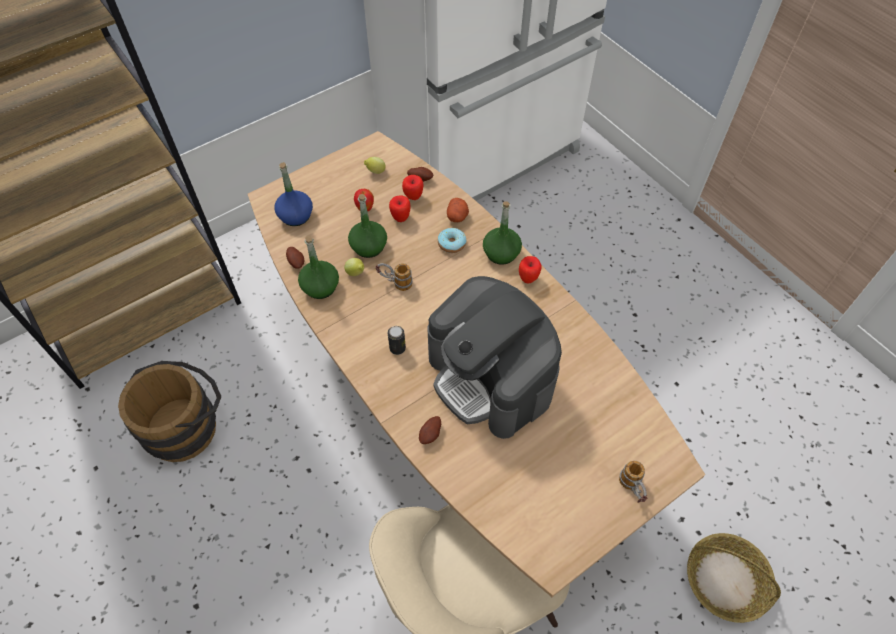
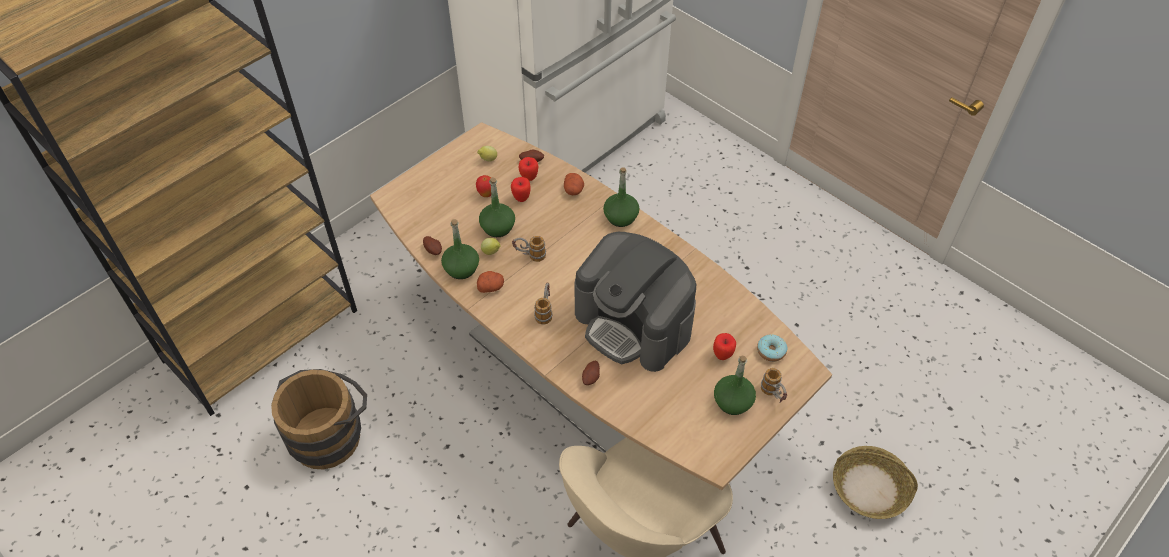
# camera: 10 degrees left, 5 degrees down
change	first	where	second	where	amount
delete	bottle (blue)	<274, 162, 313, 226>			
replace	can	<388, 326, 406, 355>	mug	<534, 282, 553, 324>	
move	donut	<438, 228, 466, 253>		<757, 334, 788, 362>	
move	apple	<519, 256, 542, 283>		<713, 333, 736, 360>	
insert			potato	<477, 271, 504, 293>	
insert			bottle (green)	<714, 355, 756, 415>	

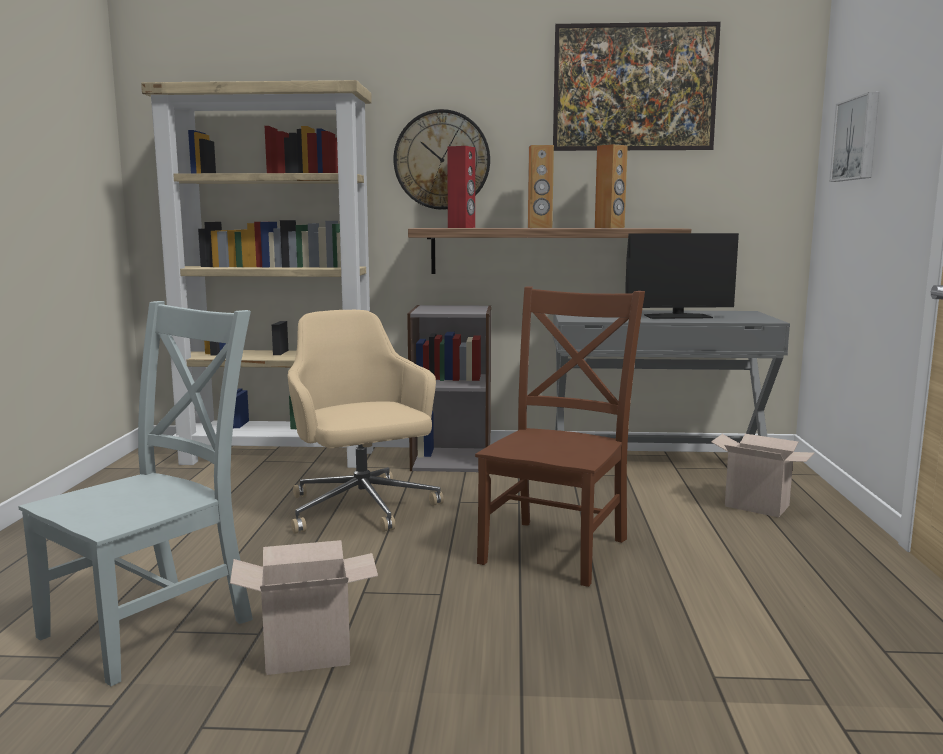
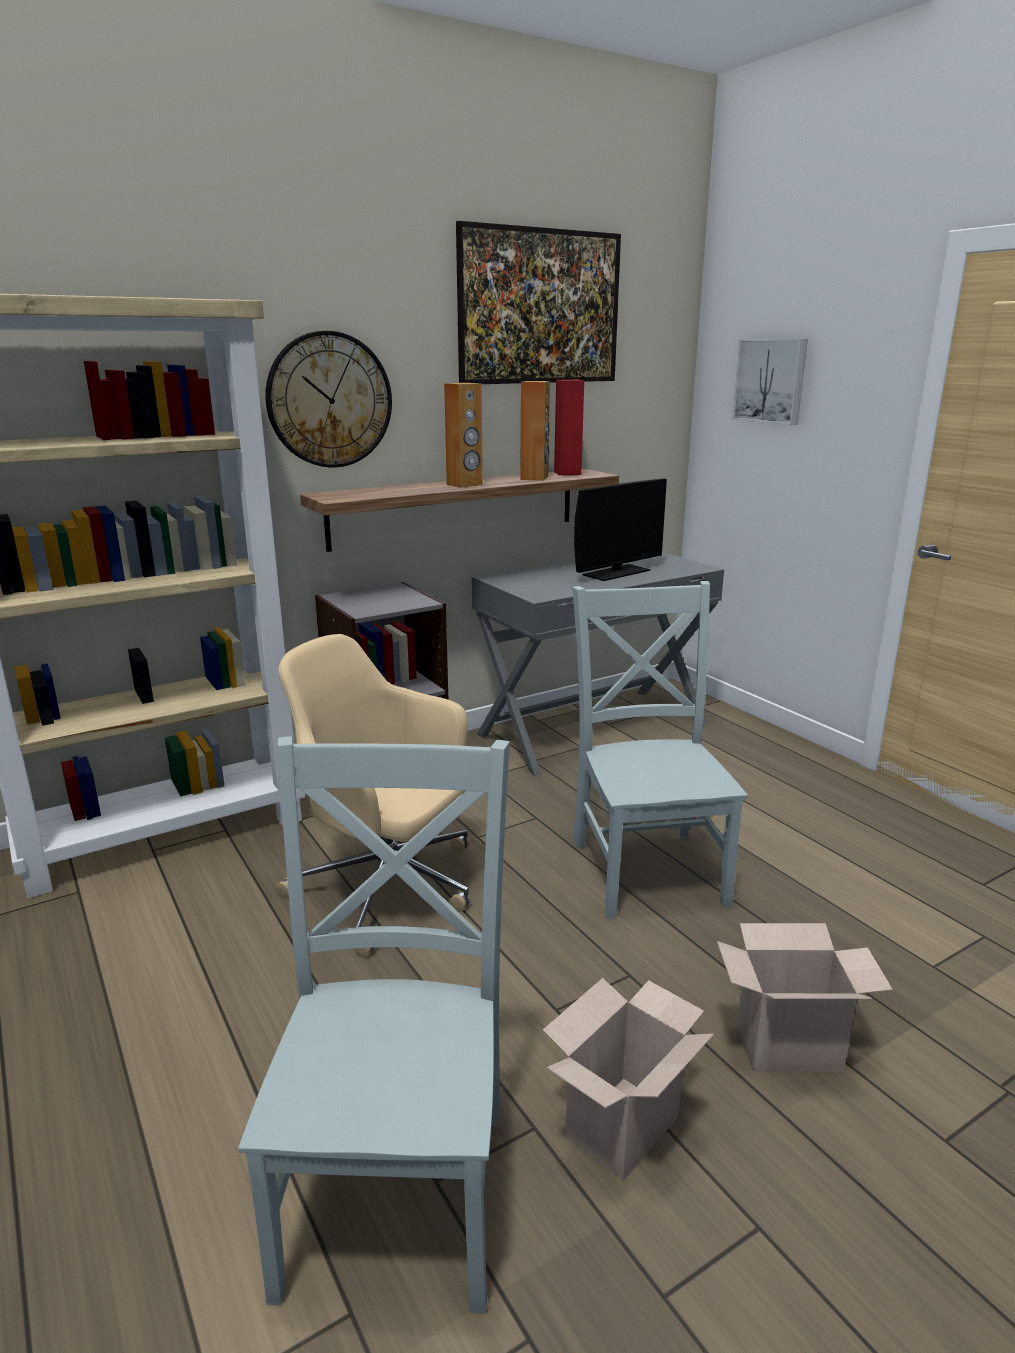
# camera: 35 degrees left, 10 degrees up
change	first	where	second	where	amount
move	speaker (red)	<447, 146, 475, 228>		<554, 380, 584, 475>	
recolor	chair (brown)	<475, 286, 645, 587>	chair (grey)	<572, 581, 748, 919>	
move	cardboard box	<711, 434, 814, 517>		<717, 923, 893, 1072>	

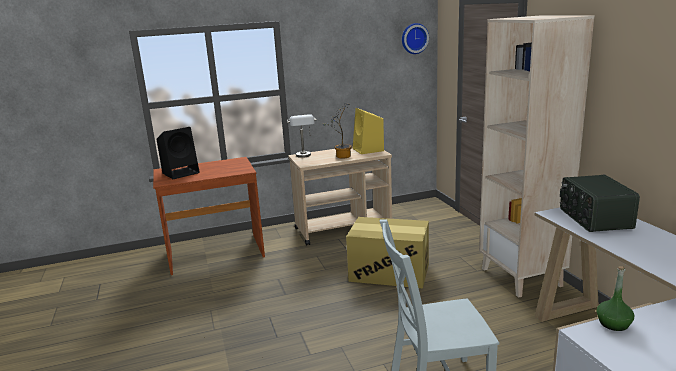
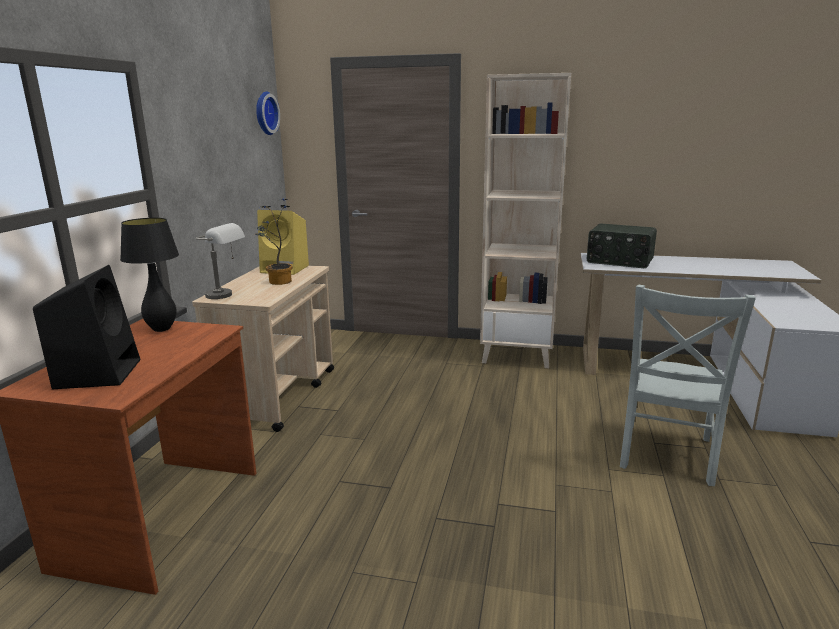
# camera: 60 degrees left, 0 degrees up
change	first	where	second	where	amount
delete	cardboard box	<346, 217, 429, 288>			
delete	bottle (green)	<597, 266, 634, 331>			
insert			table lamp (black)	<120, 218, 179, 332>	

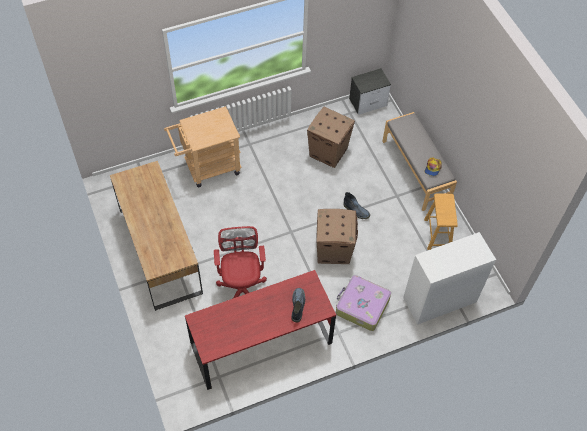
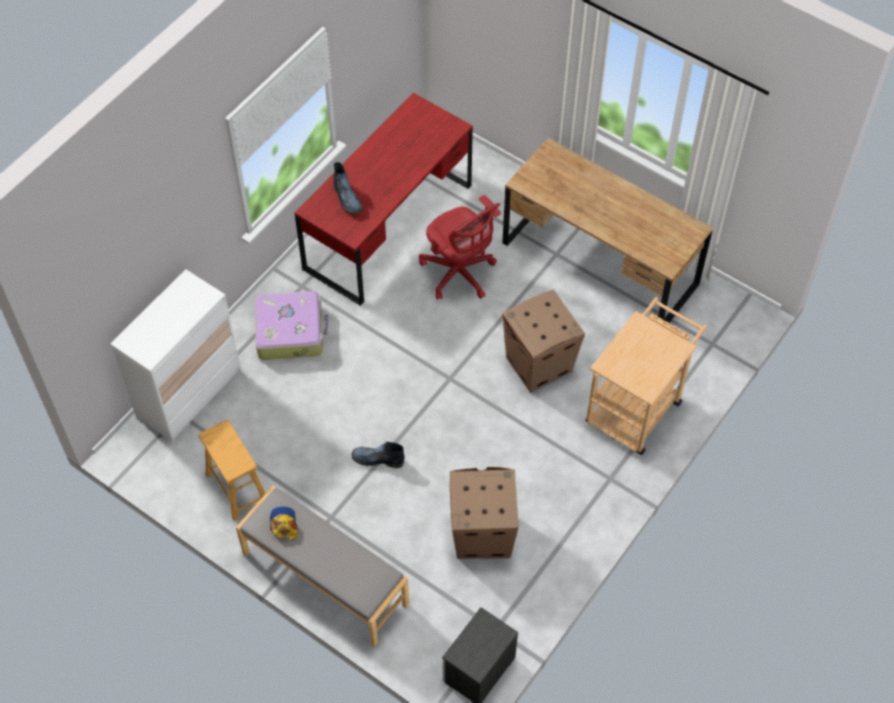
# camera: 150 degrees right, 0 degrees up
change	first	where	second	where	amount
move	cardboard box	<317, 209, 358, 264>		<502, 290, 585, 393>	

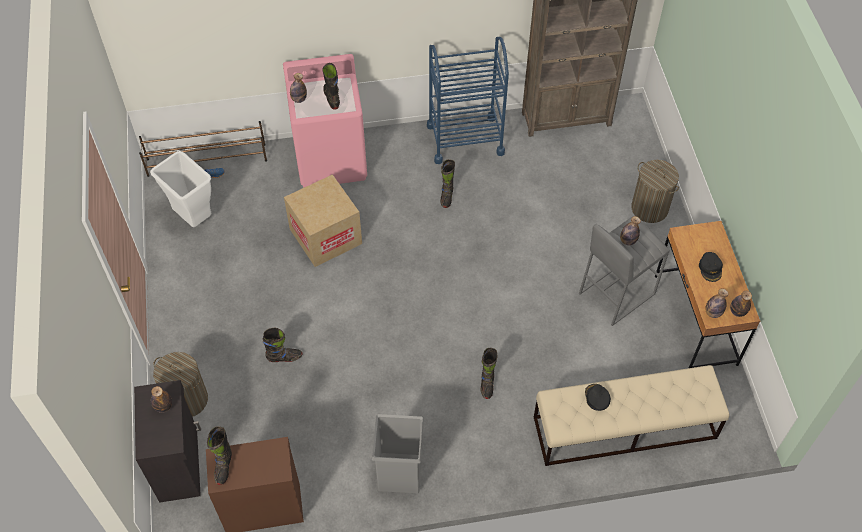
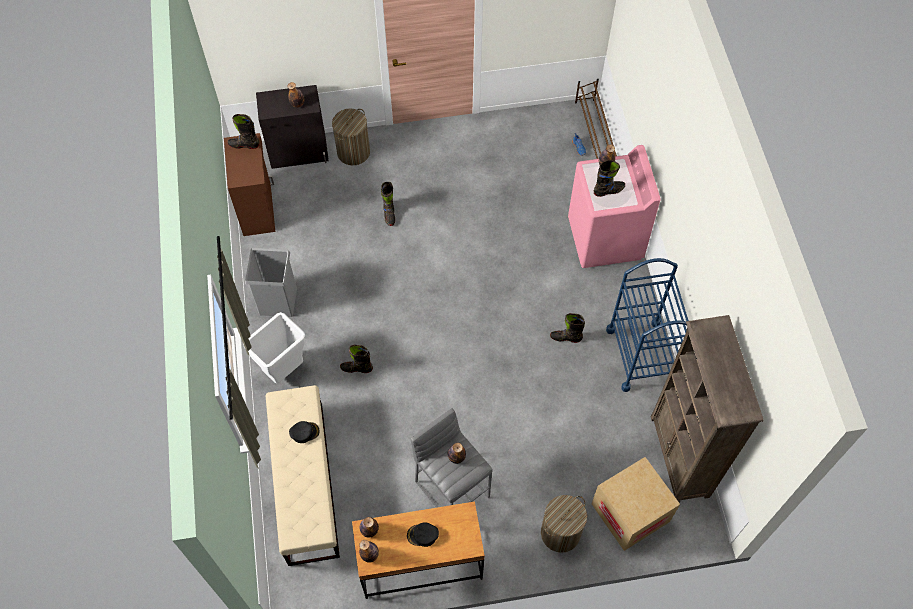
# camera: 90 degrees right, 5 degrees up
change	first	where	second	where	amount
move	trash can (white)	<150, 151, 211, 227>		<243, 312, 305, 384>	
move	cardboard box	<284, 174, 362, 267>		<592, 457, 680, 551>	

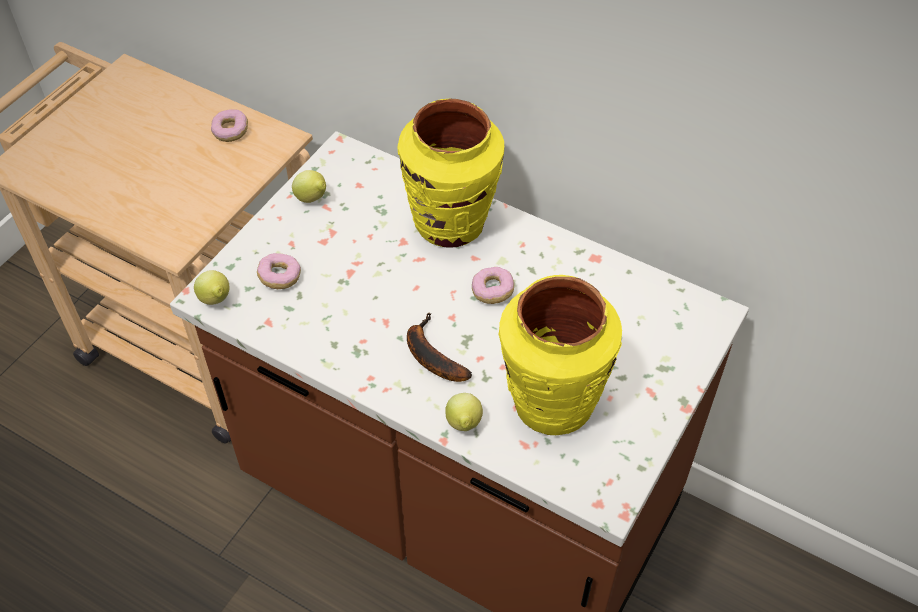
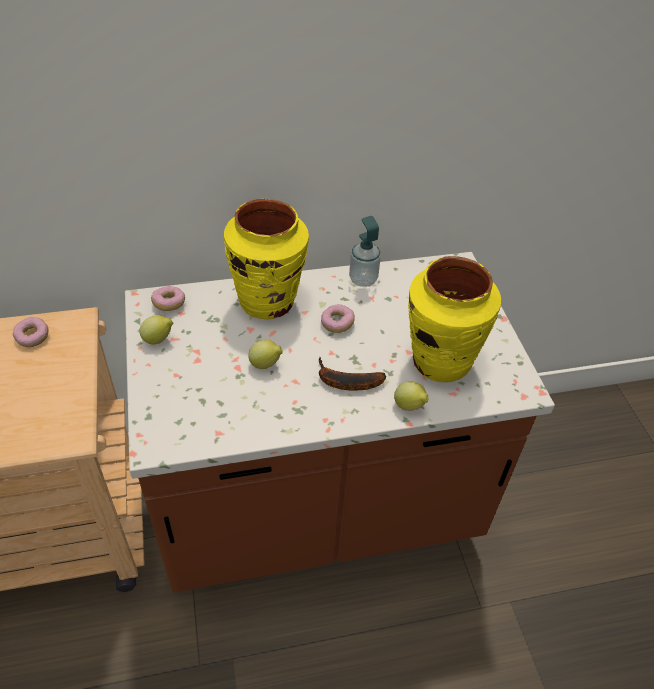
# camera: 45 degrees left, 5 degrees down
change	first	where	second	where	amount
move	lemon	<194, 270, 230, 305>		<248, 340, 283, 369>	
move	donut	<257, 253, 301, 289>		<151, 286, 185, 311>	
insert			soap dispenser	<349, 216, 381, 287>	

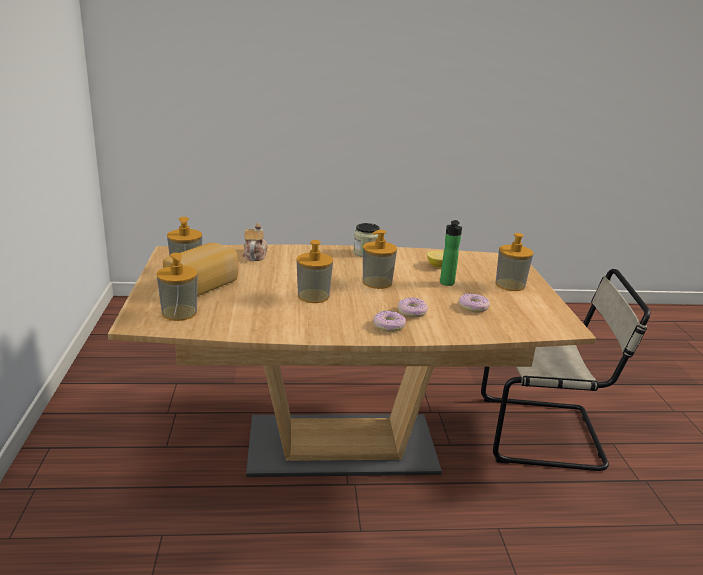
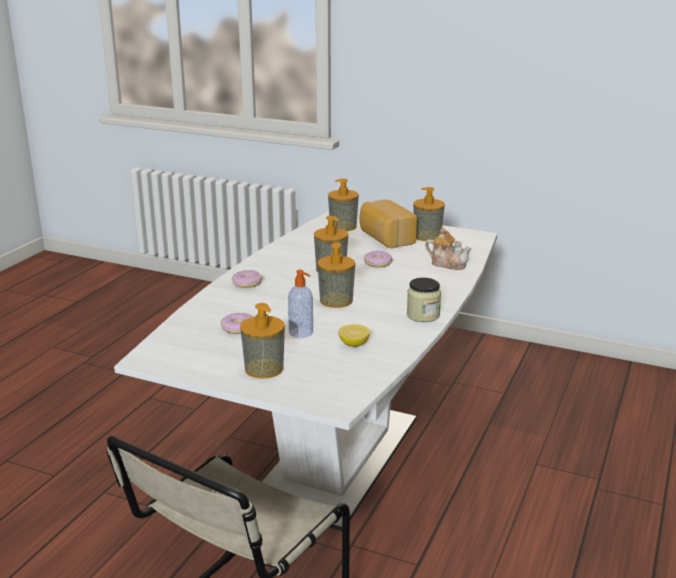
# camera: 120 degrees right, 0 degrees up
change	first	where	second	where	amount
recolor	dining table (brown)	<108, 245, 596, 477>	dining table (white)	<114, 211, 497, 531>	
move	donut	<397, 297, 428, 318>		<364, 251, 393, 268>	
replace	bottle	<440, 220, 462, 286>	soap dispenser	<288, 270, 313, 338>	

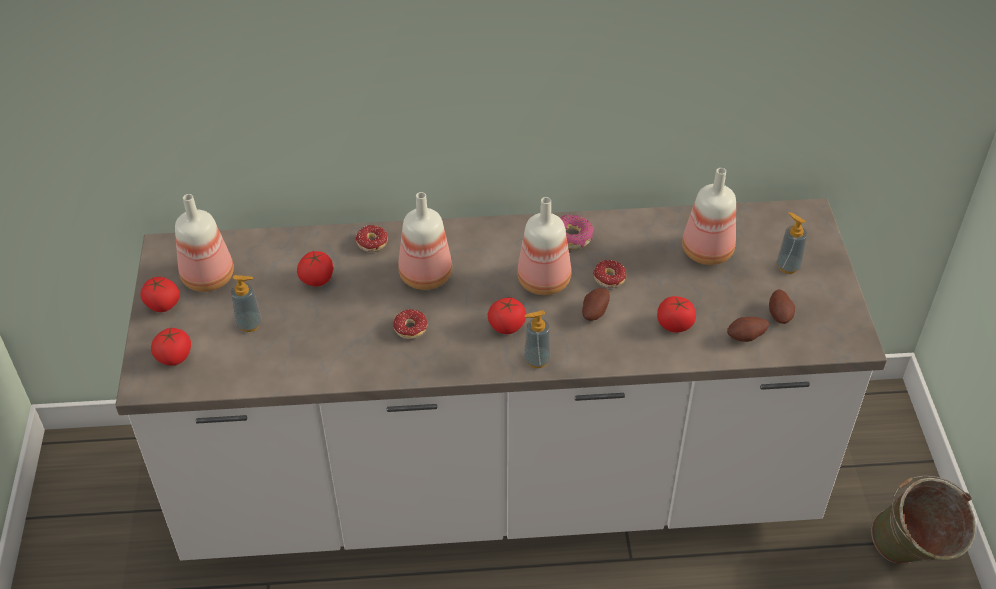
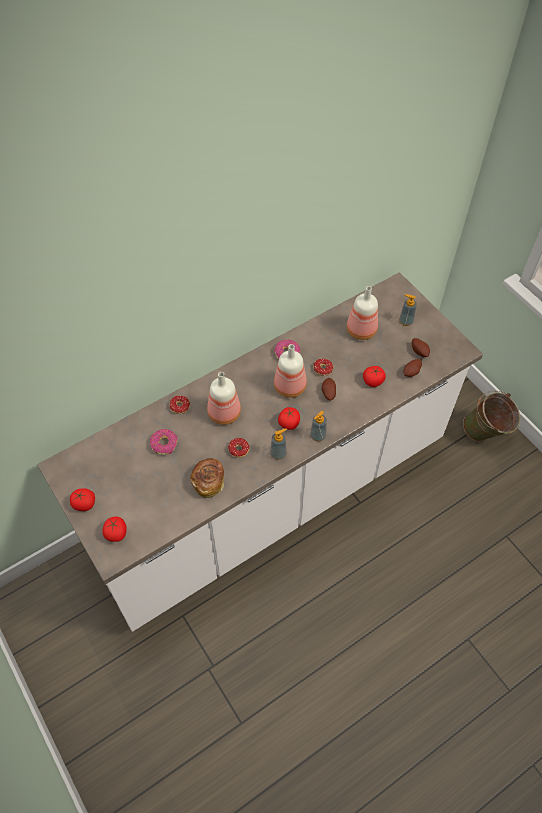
# camera: 30 degrees left, 10 degrees up
change	first	where	second	where	amount
delete	bottle	<175, 194, 234, 292>			
move	soap dispenser	<231, 275, 262, 332>		<270, 428, 287, 460>	
replace	tomato	<297, 251, 333, 287>	donut	<150, 429, 177, 455>	
insert			bread	<191, 458, 224, 498>	

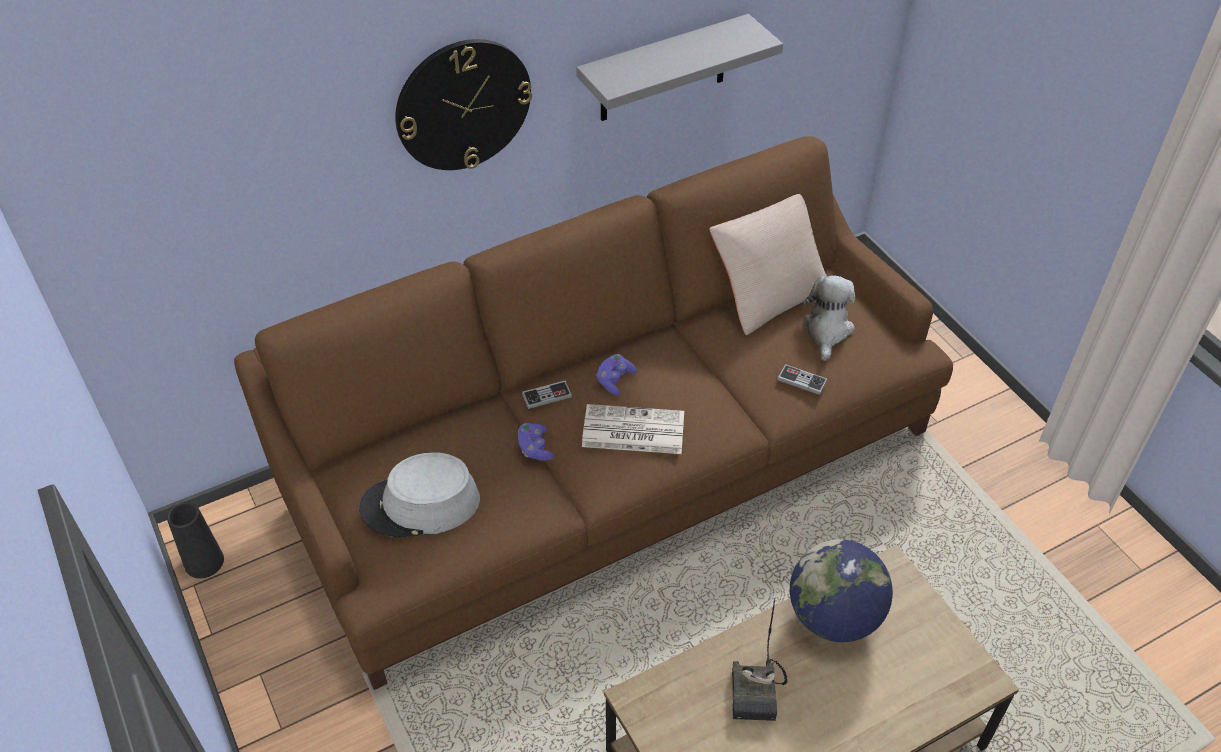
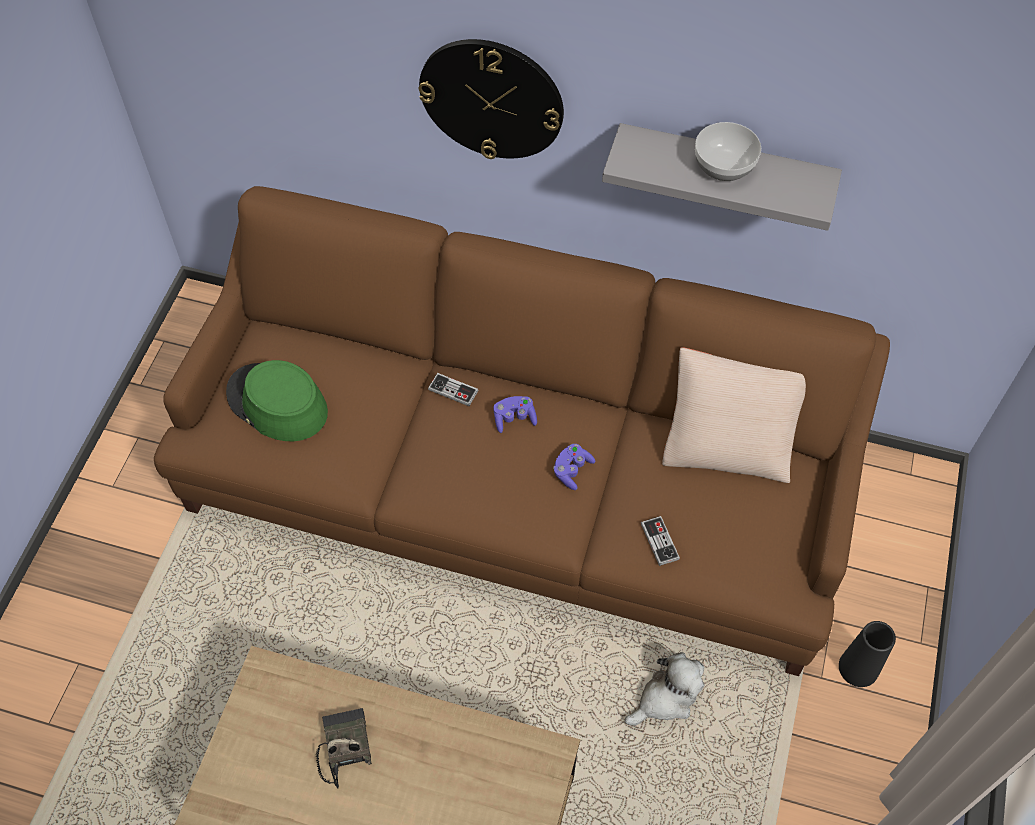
# camera: 45 degrees right, 10 degrees up
change	first	where	second	where	amount
move	vase (black)	<167, 502, 224, 579>		<839, 621, 896, 687>	
recolor	hat (grey)	<359, 452, 480, 538>	hat (green)	<226, 360, 328, 441>	
move	game controller (purple)	<518, 423, 554, 461>		<553, 444, 595, 490>	
delete	newspaper	<582, 404, 684, 454>			
rotate	radio	<732, 598, 787, 721>		<316, 708, 372, 788>	120 degrees clockwise
delete	globe	<790, 539, 893, 642>			
move	plush toy	<802, 275, 855, 361>		<624, 652, 704, 726>	
insert			bowl	<695, 122, 761, 181>	

